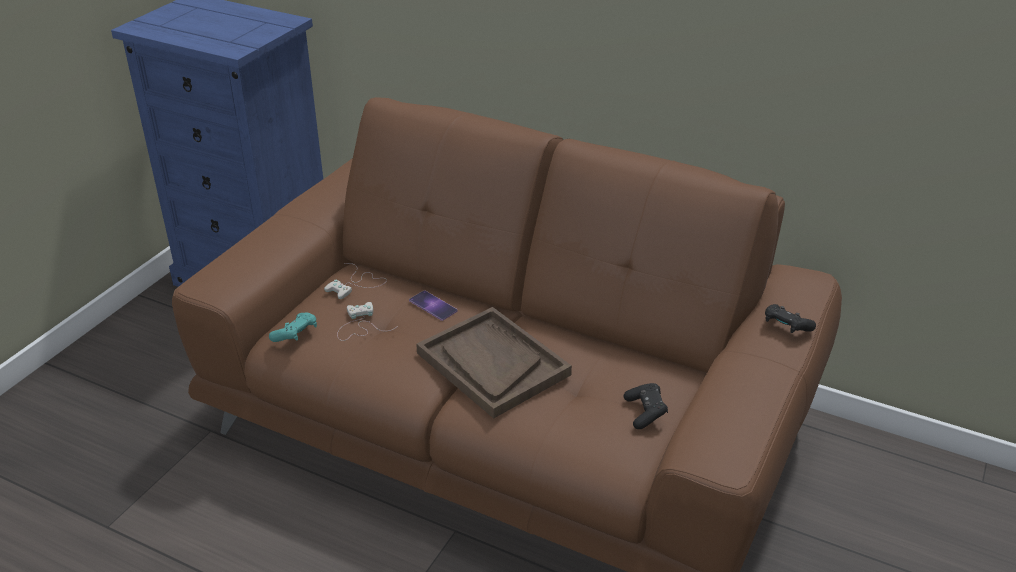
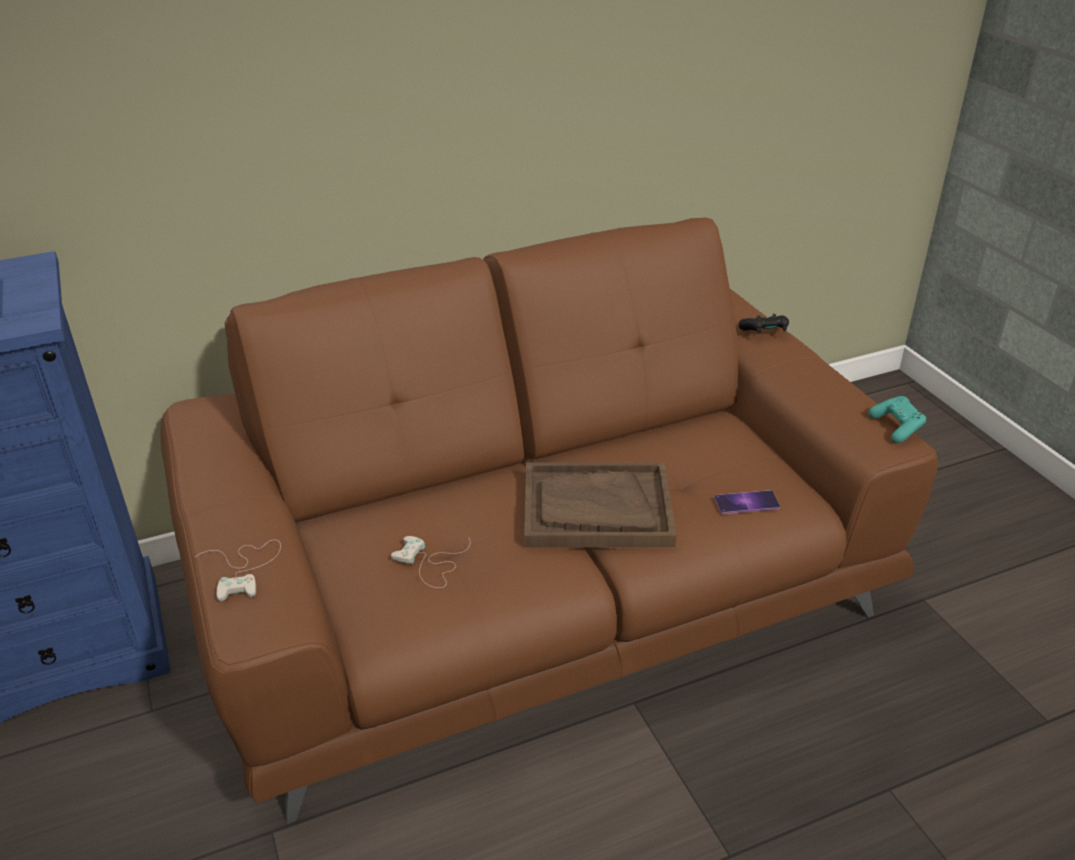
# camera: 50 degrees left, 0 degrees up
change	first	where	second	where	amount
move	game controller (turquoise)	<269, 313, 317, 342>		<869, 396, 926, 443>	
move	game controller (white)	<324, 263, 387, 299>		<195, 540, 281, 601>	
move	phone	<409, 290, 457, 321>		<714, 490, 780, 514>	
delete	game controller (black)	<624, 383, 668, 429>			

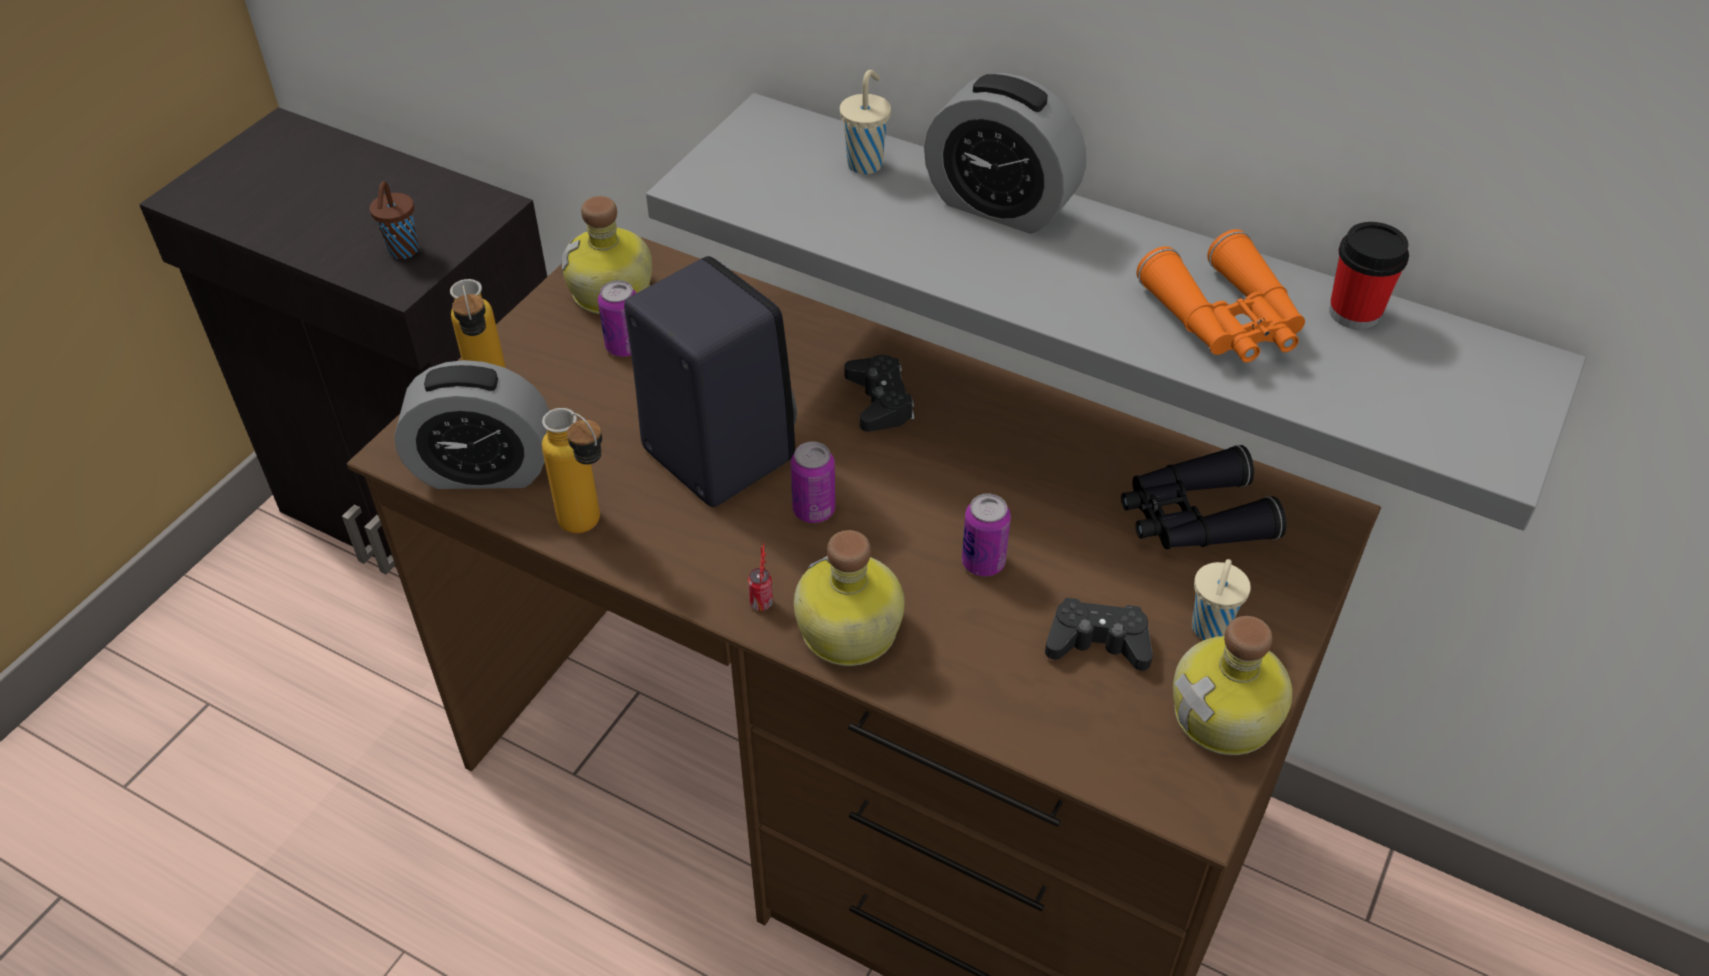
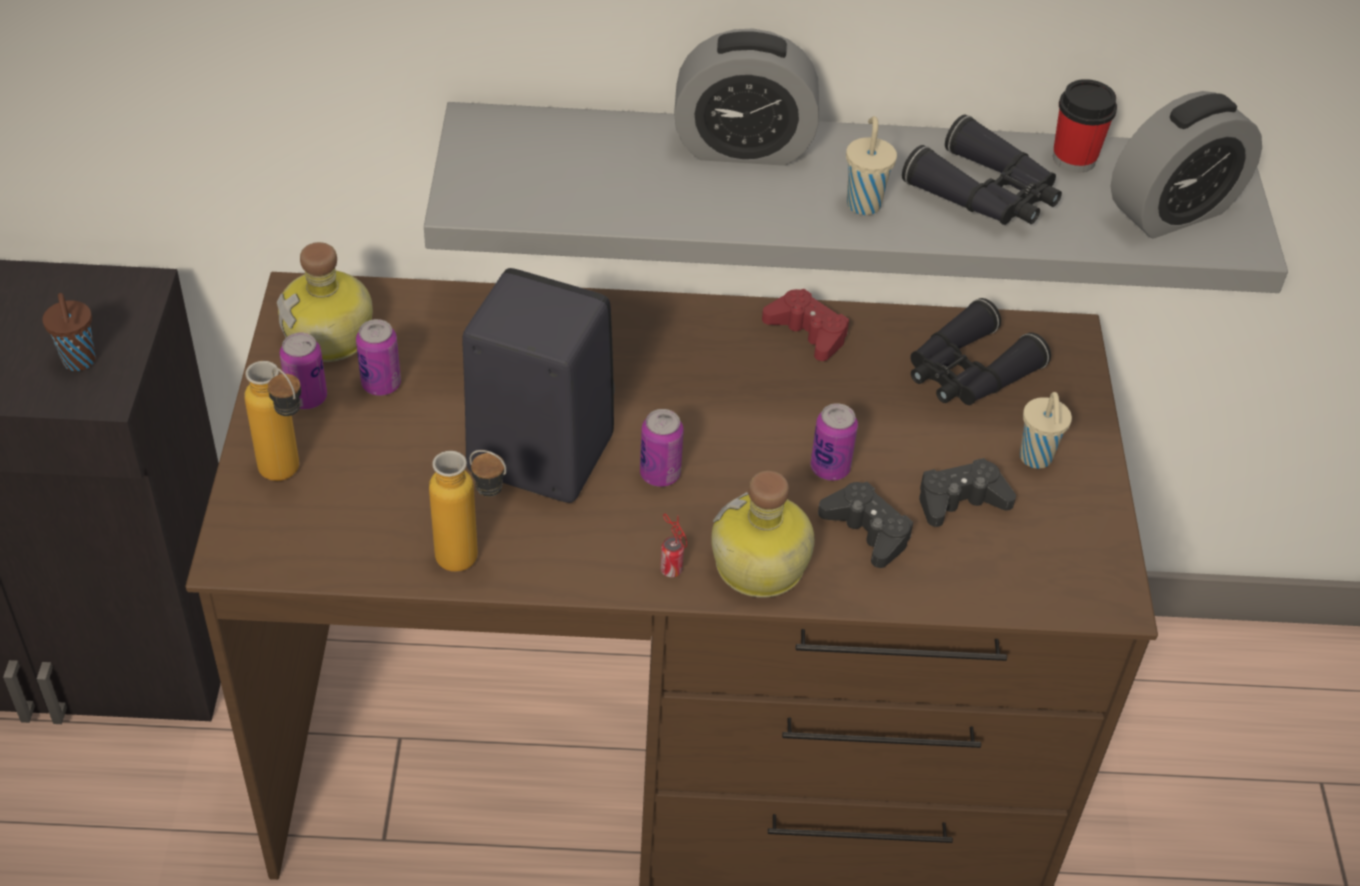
# camera: 30 degrees left, 0 degrees up
change	first	where	second	where	amount
move	alarm clock	<394, 360, 549, 489>		<1110, 91, 1262, 239>	
move	cup (beige)	<840, 70, 891, 174>		<846, 116, 897, 215>	
move	game controller (black)	<844, 355, 914, 432>		<818, 482, 913, 568>	
recolor	binoculars (orange)	<1137, 229, 1305, 363>	binoculars (black)	<902, 115, 1062, 225>	
delete	bottle	<1173, 616, 1292, 755>			
insert			can	<280, 332, 327, 409>	
insert			game controller (red)	<762, 289, 849, 361>	

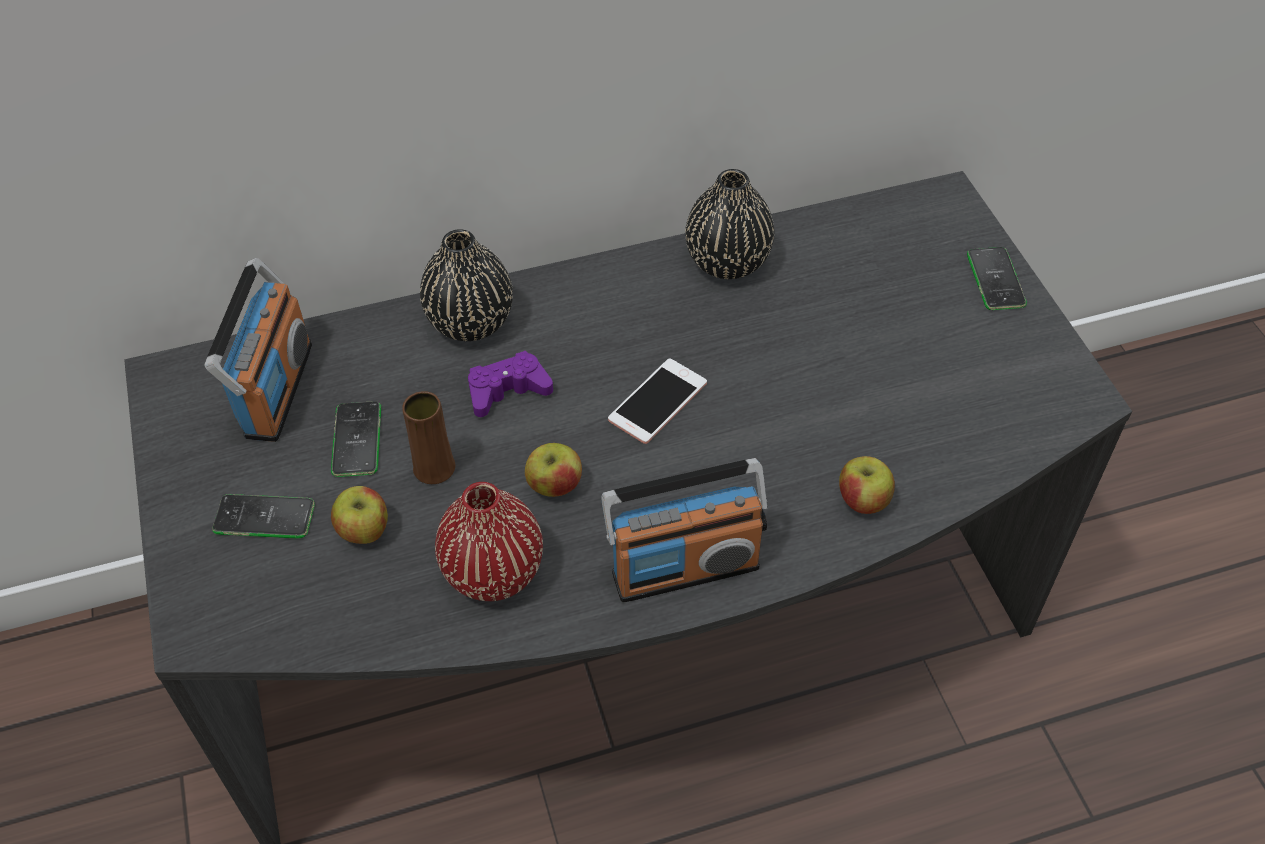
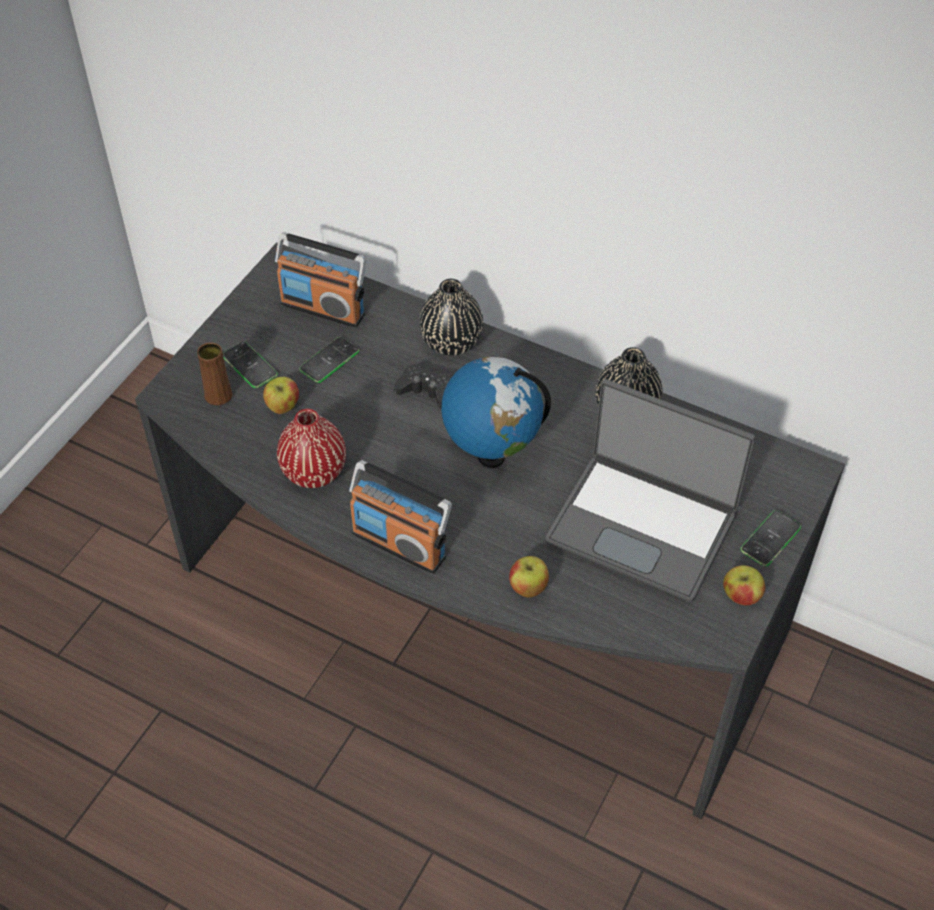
# camera: 45 degrees right, 0 degrees up
change	first	where	second	where	amount
rotate	radio	<204, 258, 312, 442>		<275, 232, 367, 328>	60 degrees clockwise
move	vase (brown)	<402, 391, 455, 484>		<197, 342, 232, 405>	
recolor	game controller (purple)	<468, 351, 553, 417>	game controller (black)	<394, 364, 451, 408>	
move	apple	<525, 443, 582, 497>		<723, 565, 765, 605>	
replace	phone	<608, 358, 707, 444>	globe	<441, 357, 551, 468>	
insert			laptop	<546, 379, 755, 602>	

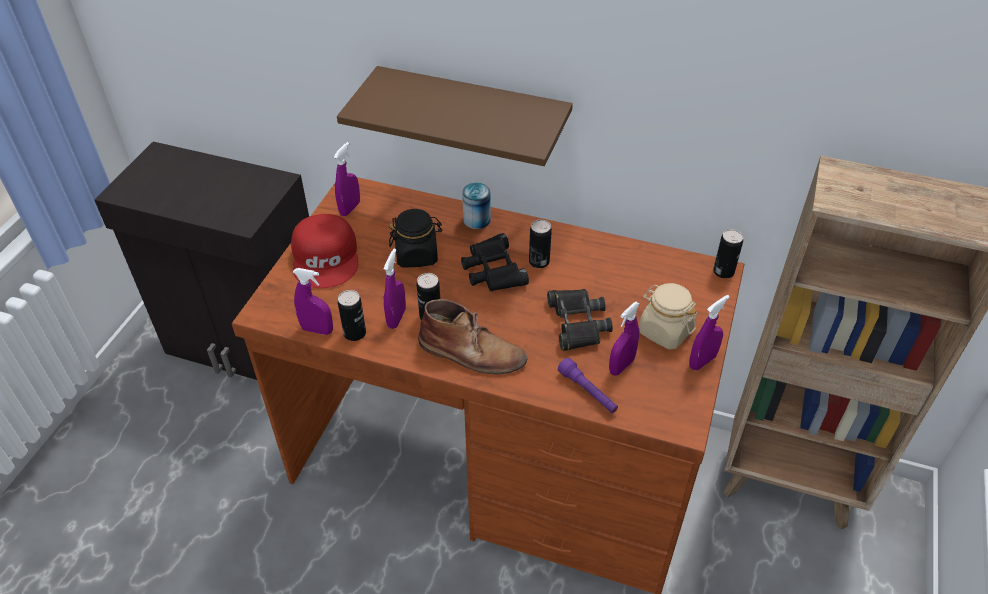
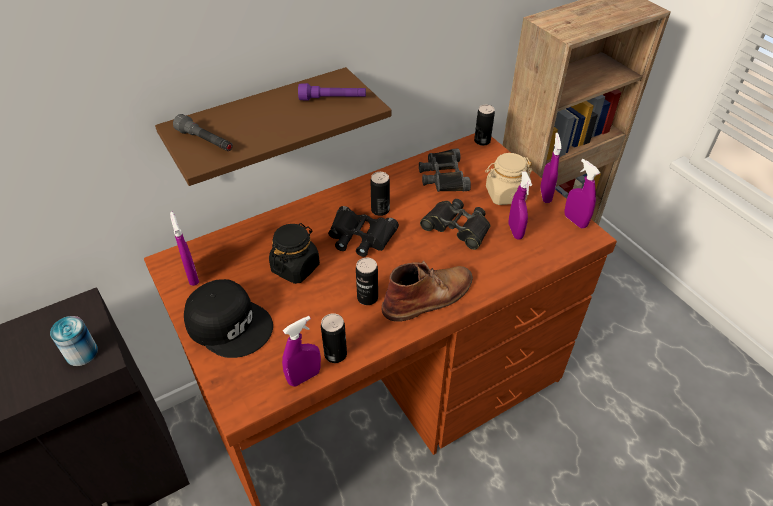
# camera: 50 degrees left, 0 degrees up
change	first	where	second	where	amount
recolor	cap (red)	<291, 214, 358, 288>	cap (black)	<184, 279, 273, 358>	
move	spray bottle (purple)	<383, 249, 406, 329>		<564, 159, 600, 229>	
move	can	<462, 183, 491, 229>		<50, 316, 98, 366>	
move	flashlight (purple)	<558, 358, 618, 413>		<298, 83, 366, 101>	
insert			flashlight (grey)	<173, 114, 233, 151>	
insert			binoculars (black)	<419, 148, 471, 192>	

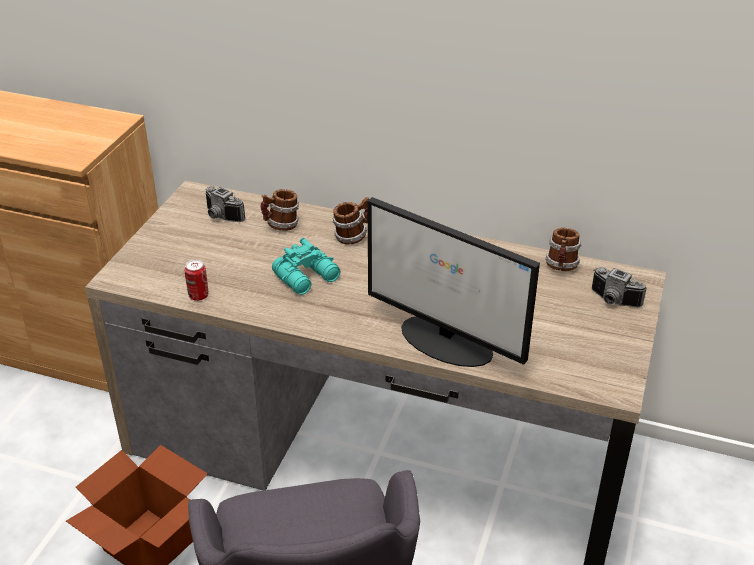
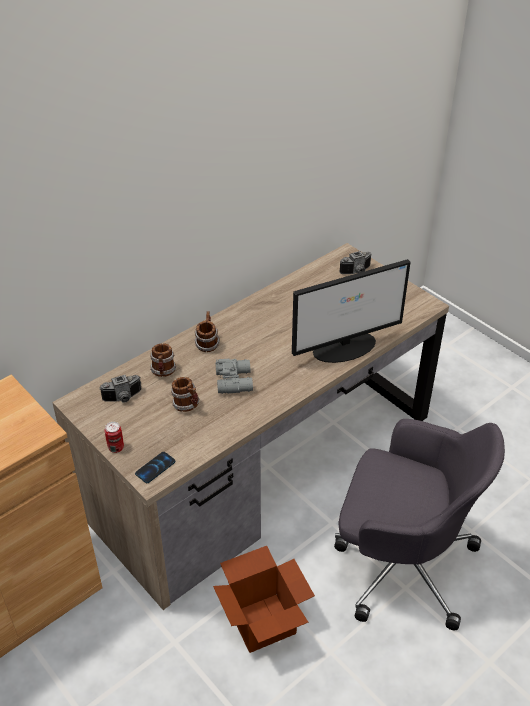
# camera: 60 degrees left, 5 degrees up
change	first	where	second	where	amount
move	can	<185, 259, 208, 301>		<105, 422, 124, 453>	
recolor	binoculars (turquoise)	<272, 238, 341, 295>	binoculars (grey)	<215, 359, 253, 394>	
move	mug	<545, 228, 581, 271>		<171, 377, 199, 412>	
insert			phone	<135, 452, 175, 483>	

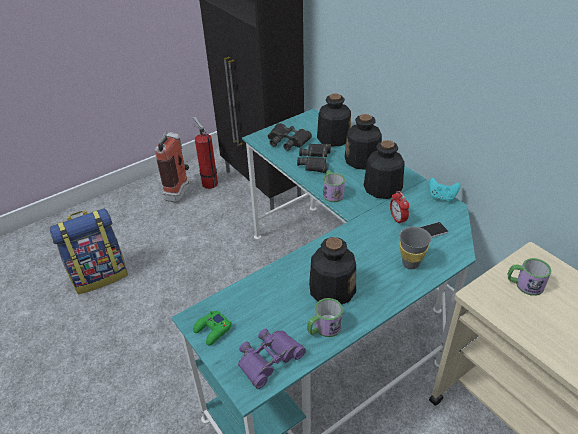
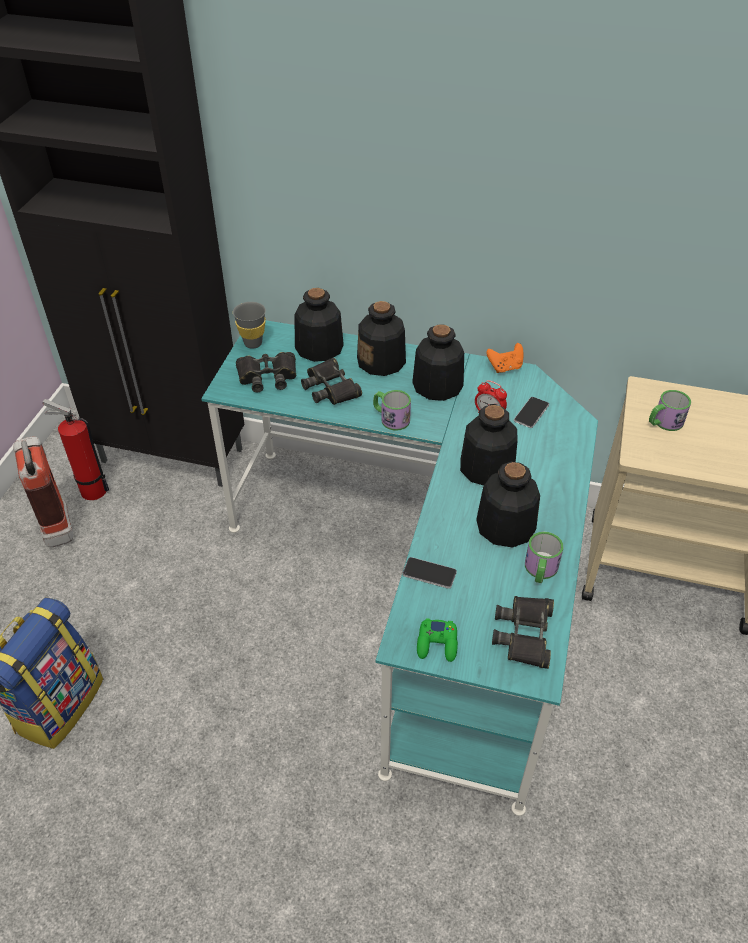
# camera: 40 degrees left, 5 degrees up
change	first	where	second	where	amount
recolor	binoculars (purple)	<238, 329, 306, 389>	binoculars (black)	<492, 596, 554, 669>	
move	cup (grey)	<400, 227, 431, 269>		<233, 302, 266, 349>	
recolor	game controller (turquoise)	<429, 178, 461, 202>	game controller (orange)	<486, 343, 523, 373>	
insert			phone	<402, 557, 457, 589>	
insert			bottle	<460, 405, 518, 486>	

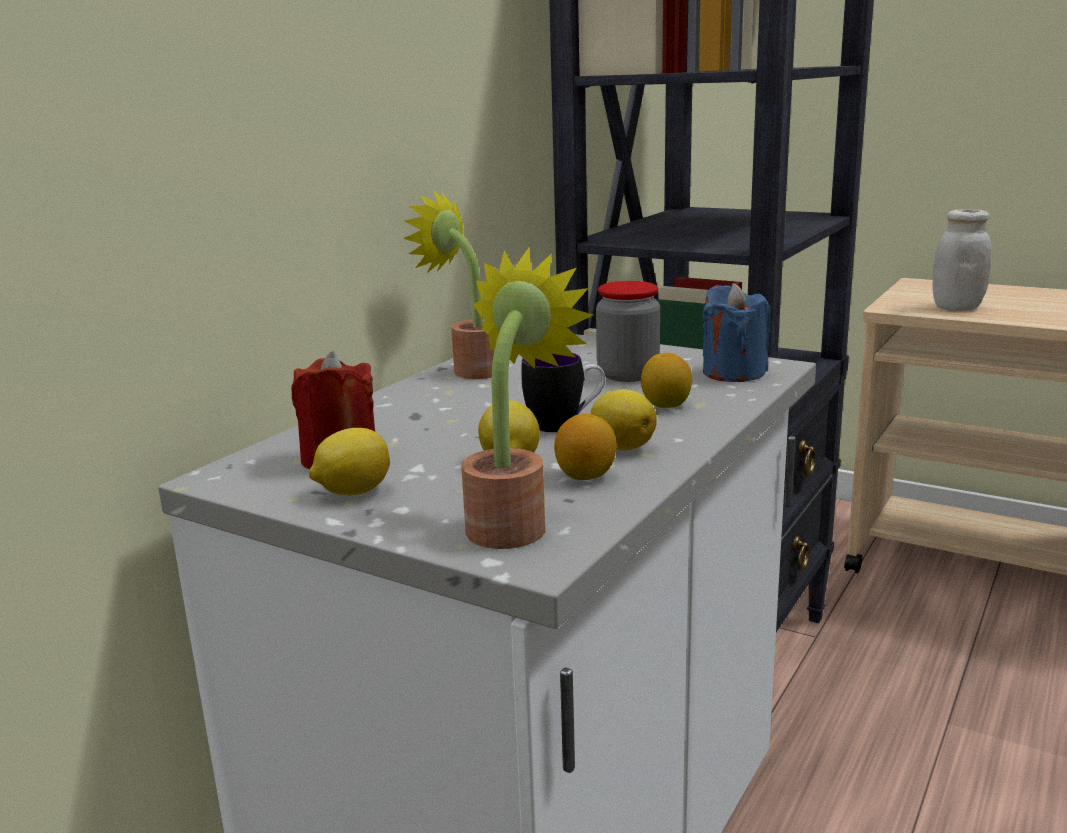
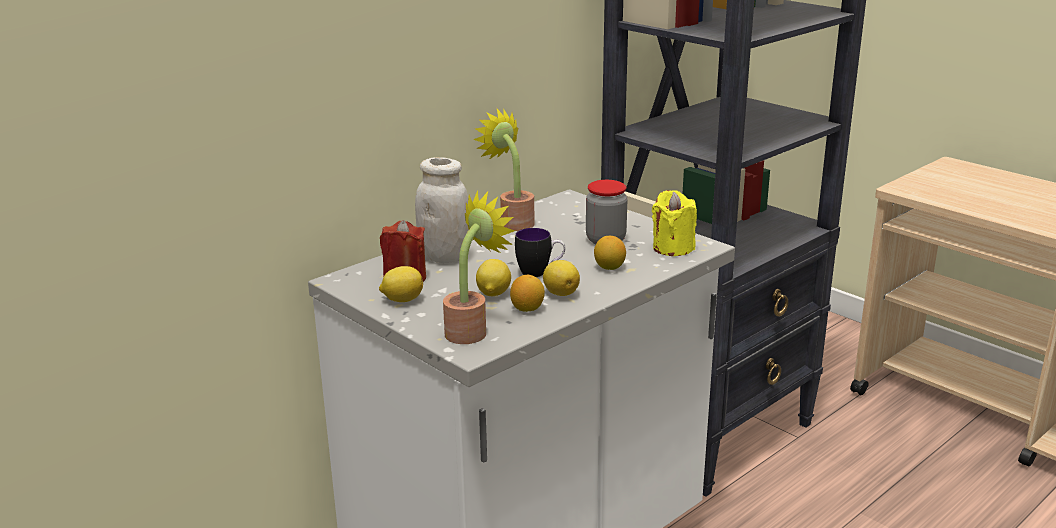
# camera: 15 degrees right, 5 degrees up
change	first	where	second	where	amount
recolor	candle (blue)	<702, 283, 771, 382>	candle (yellow)	<652, 190, 697, 256>	
move	jar (white)	<932, 209, 992, 311>		<415, 157, 469, 263>	

